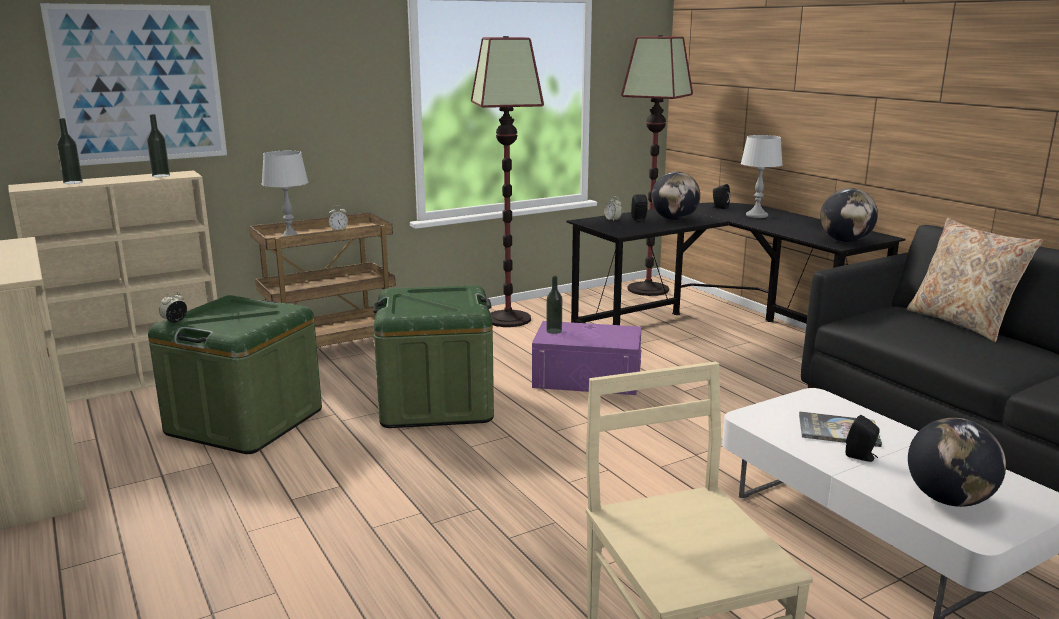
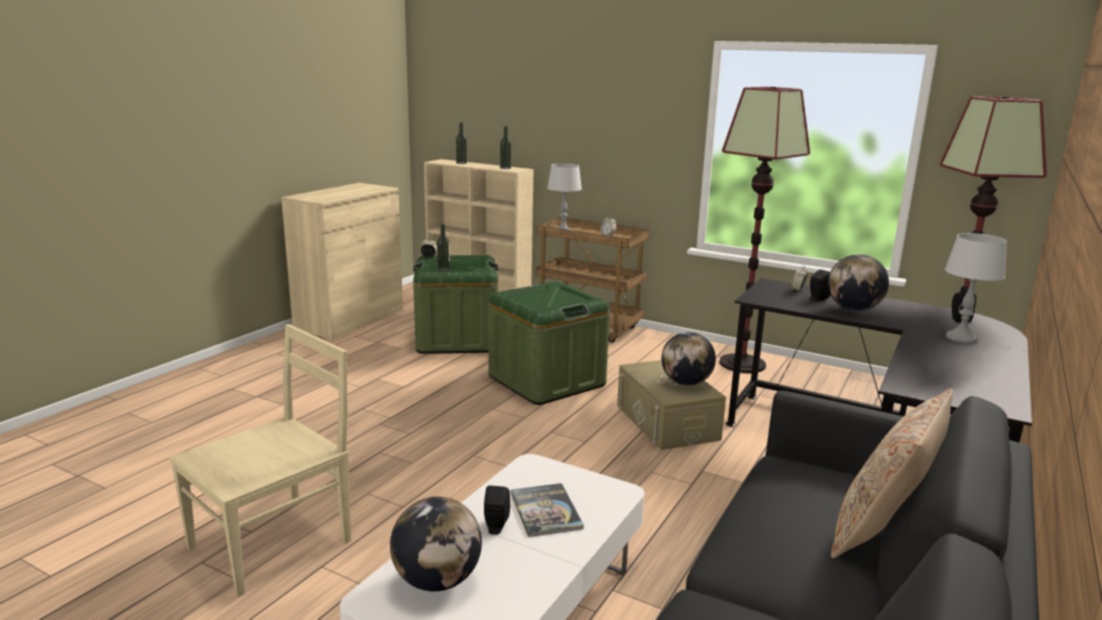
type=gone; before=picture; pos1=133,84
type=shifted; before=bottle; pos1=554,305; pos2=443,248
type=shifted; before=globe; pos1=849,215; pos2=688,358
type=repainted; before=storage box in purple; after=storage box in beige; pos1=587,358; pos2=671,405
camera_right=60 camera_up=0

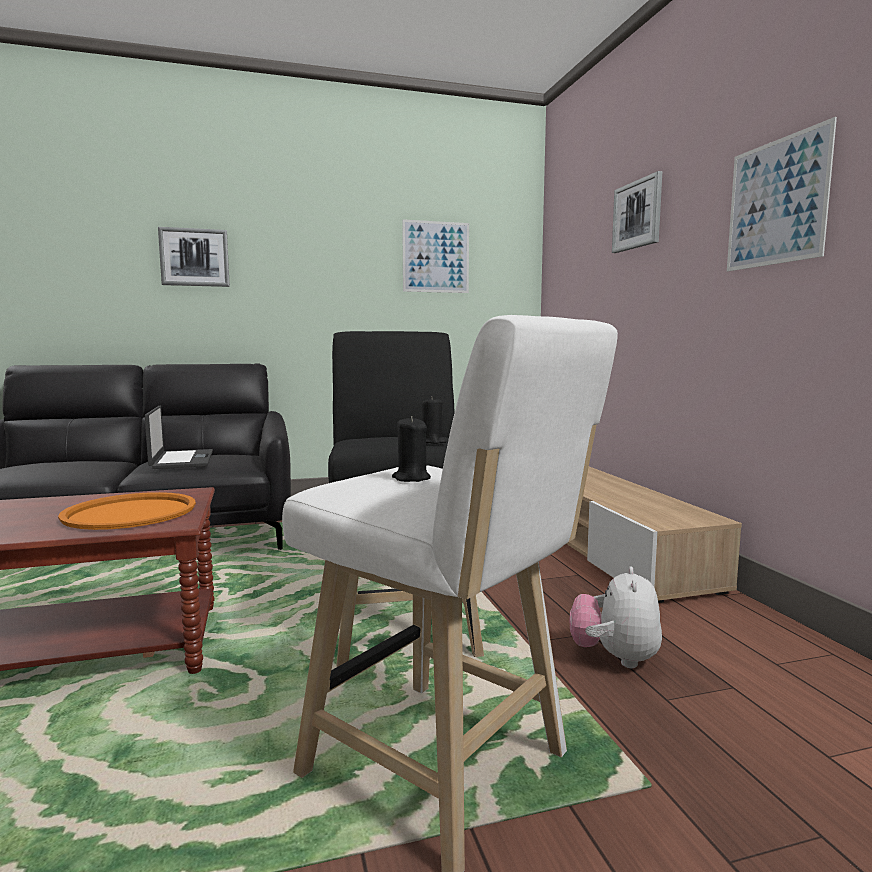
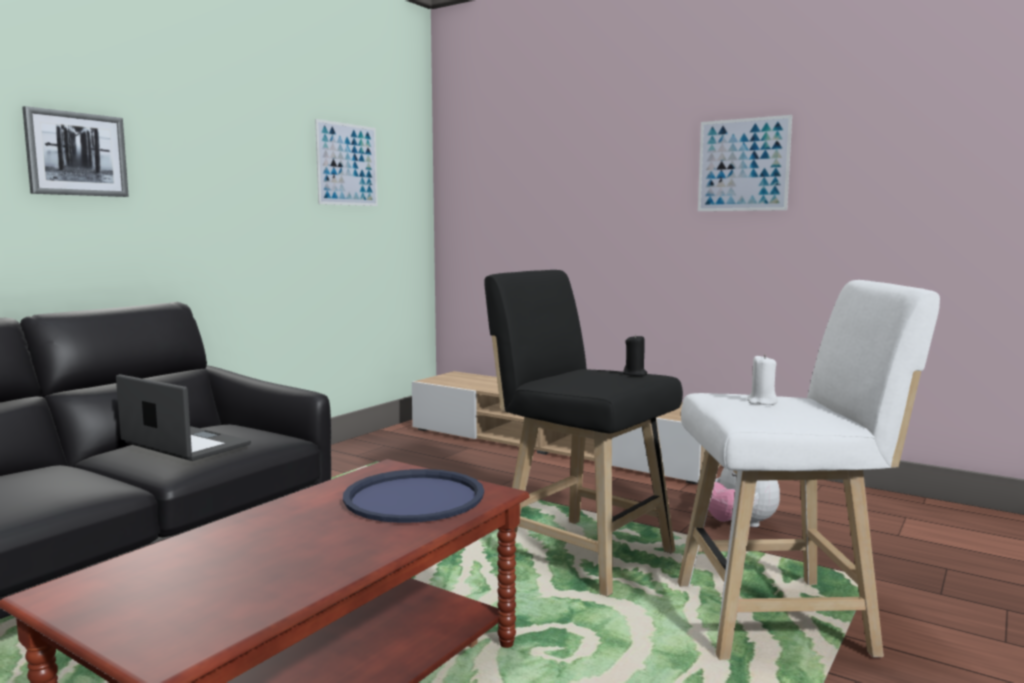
type=gone; before=picture; pos1=637,212
type=repainted; before=tray in orange; after=tray in blue; pos1=127,511; pos2=413,496
type=repainted; before=candle in black; after=candle in white; pos1=411,449; pos2=762,379
camera_right=-40 camera_up=0

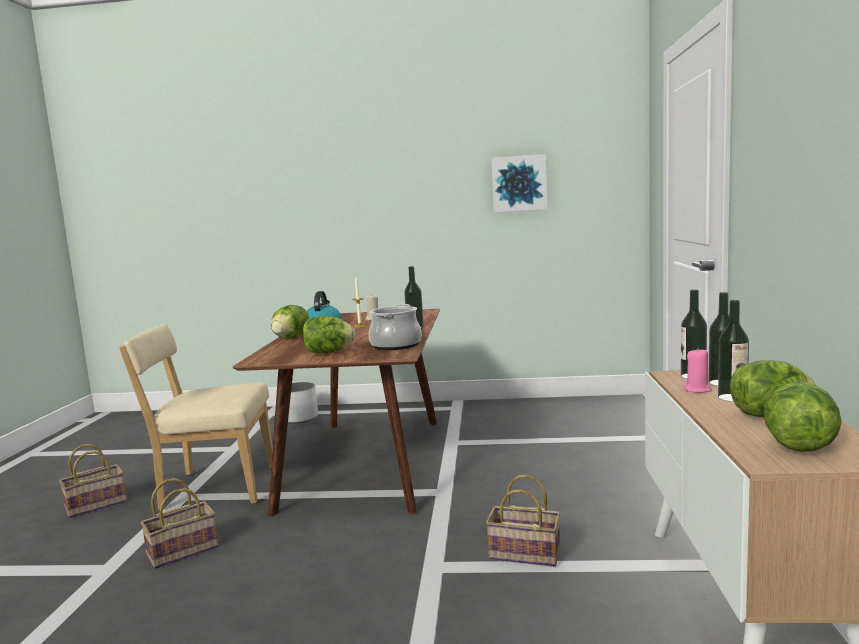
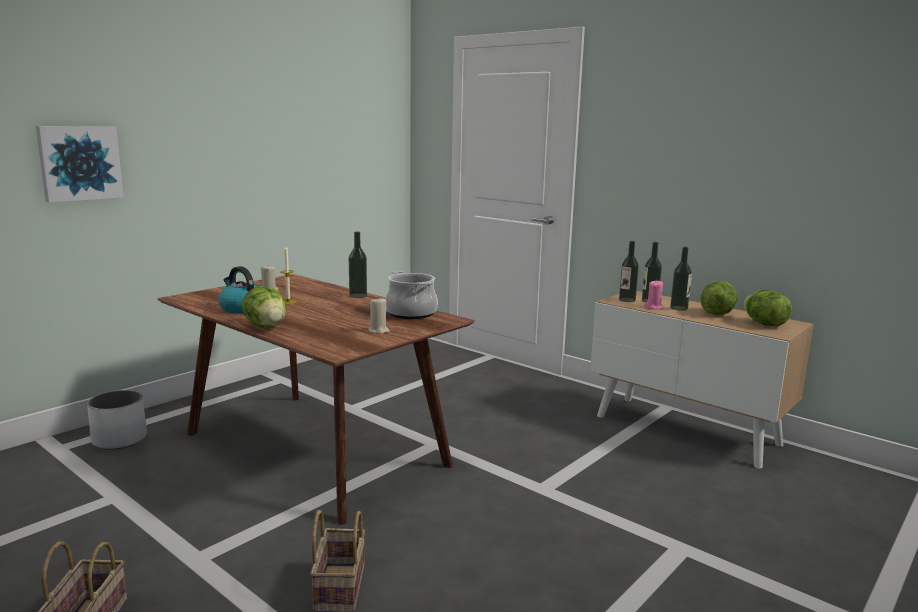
type=gone; before=chair in beige; pos1=196,417
type=gone; before=basket; pos1=523,521
type=shifted; before=picture; pos1=519,183; pos2=80,164
type=swapped; before=lettuce; after=candle in beige; pos1=329,335; pos2=379,315
camera_right=-55 camera_up=5

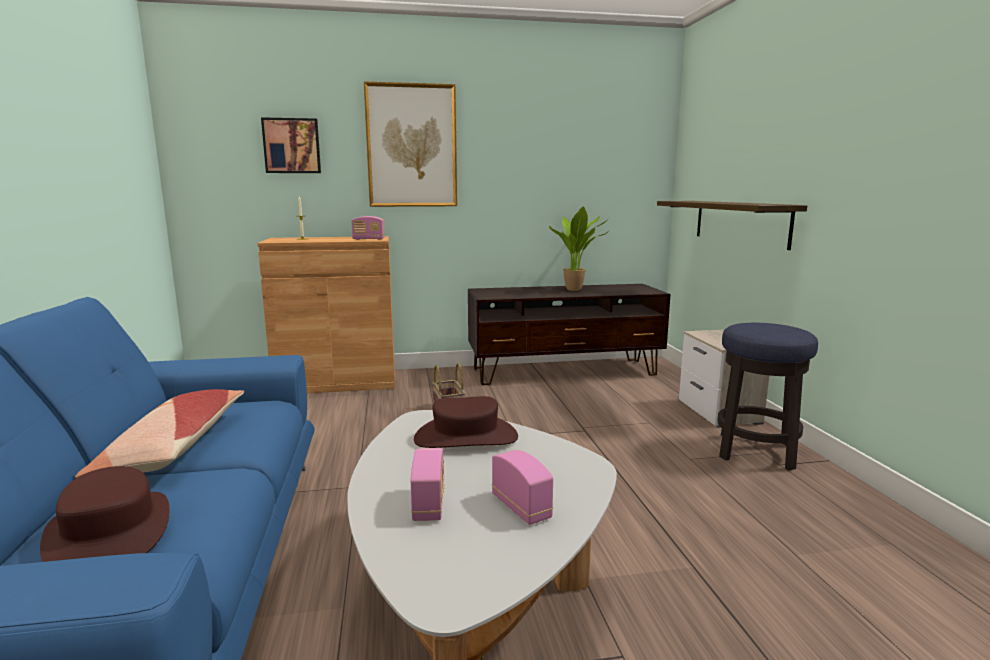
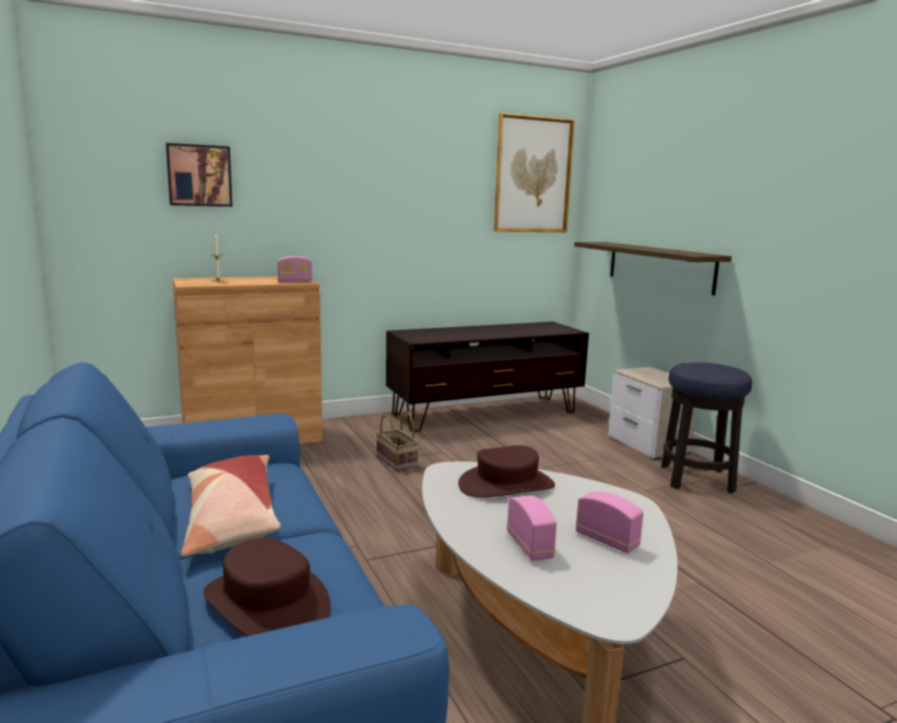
type=gone; before=potted plant; pos1=579,249
type=shifted; before=picture; pos1=410,144; pos2=534,172
camera_right=-15 camera_up=0

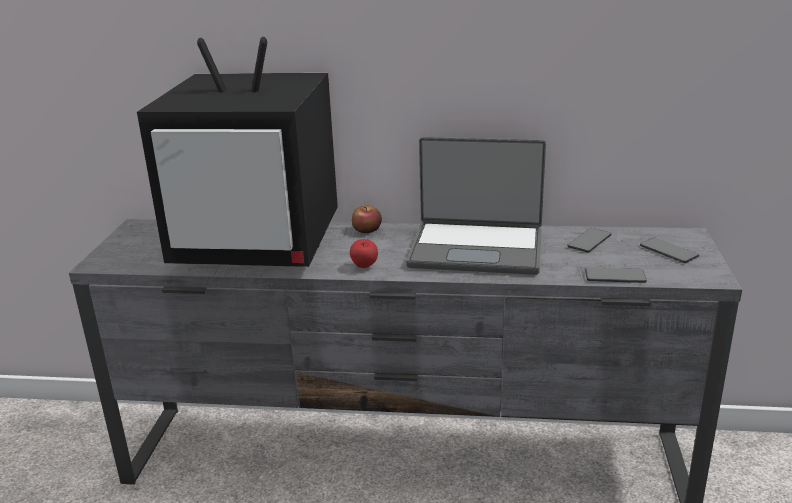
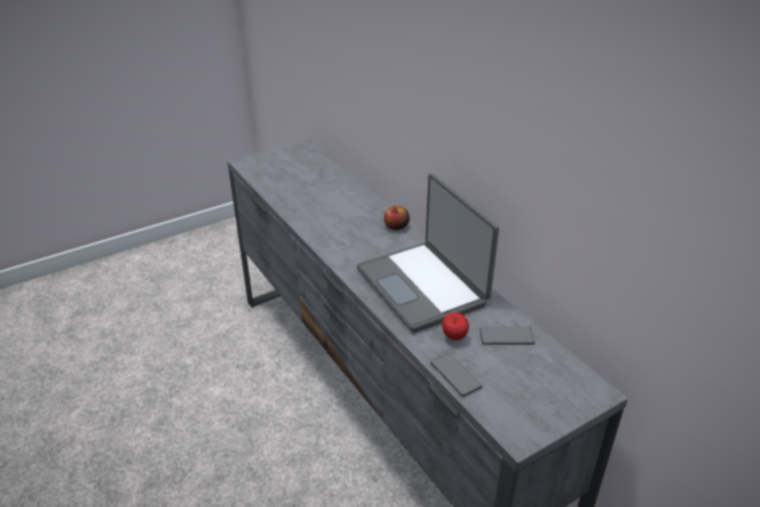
type=gone; before=television; pos1=237,152
type=gone; before=phone; pos1=669,250
type=shifted; before=apple; pos1=364,253; pos2=455,326
camera_right=50 camera_up=10

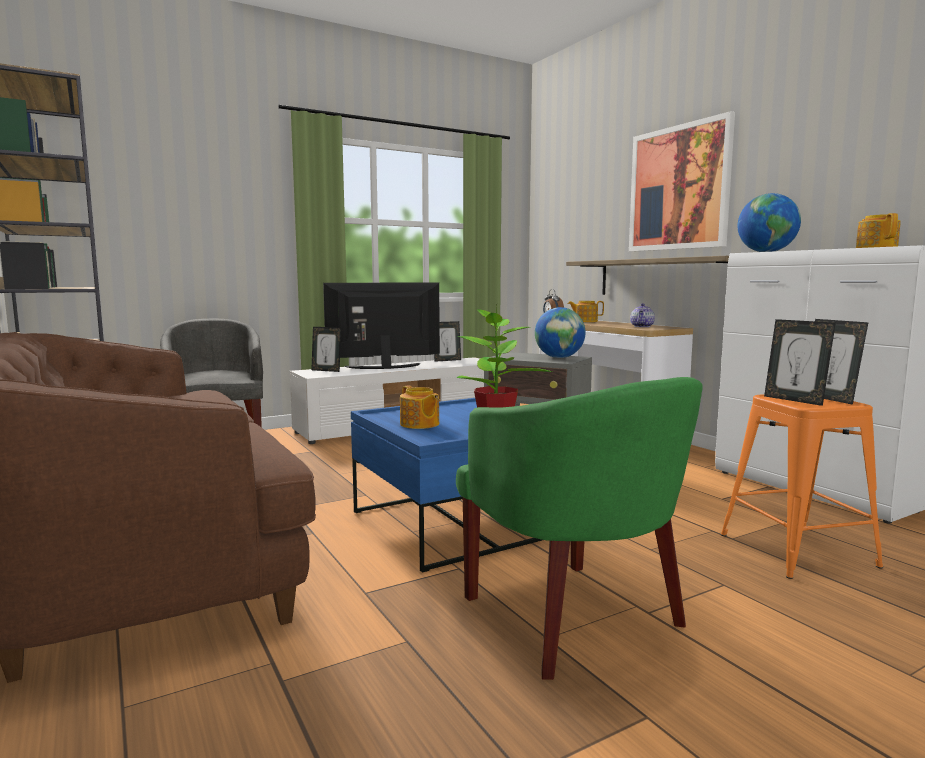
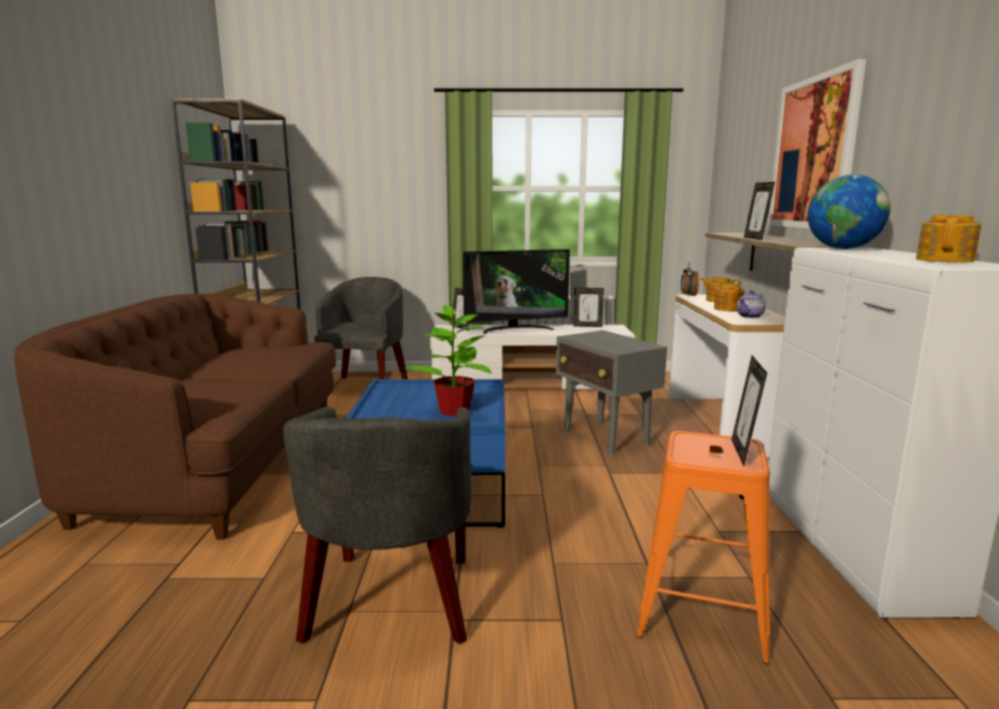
type=gone; before=globe; pos1=560,332
type=shifted; before=teapot; pos1=419,407; pos2=729,296
type=shifted; before=picture frame; pos1=800,362; pos2=759,211
type=repainted; before=armchair in green; after=armchair in grey; pos1=579,528; pos2=377,525
type=rotated; before=television; pos1=381,326; pos2=516,291; turn=150
camera_right=30 camera_up=5

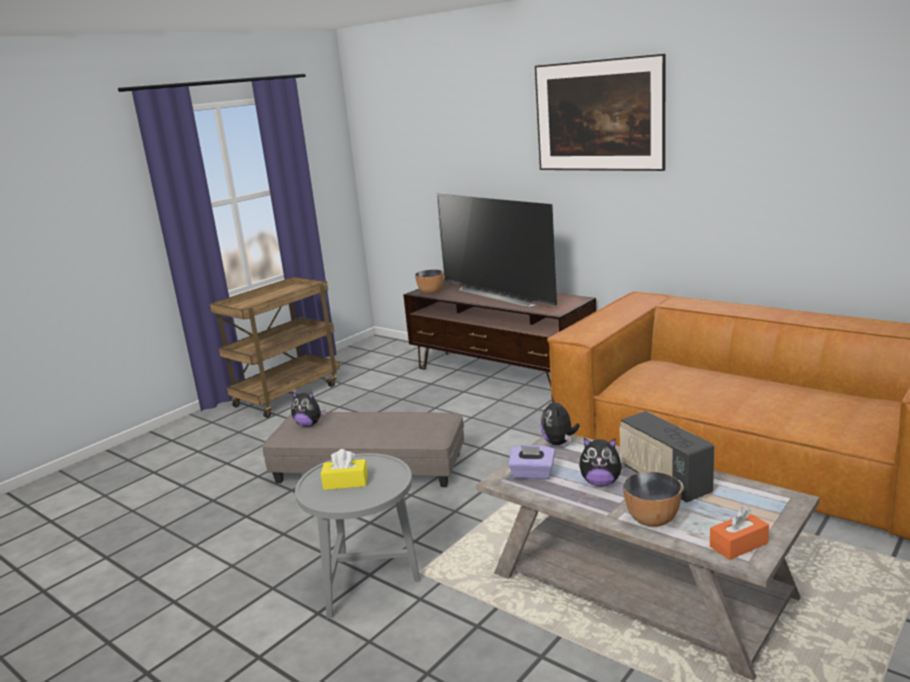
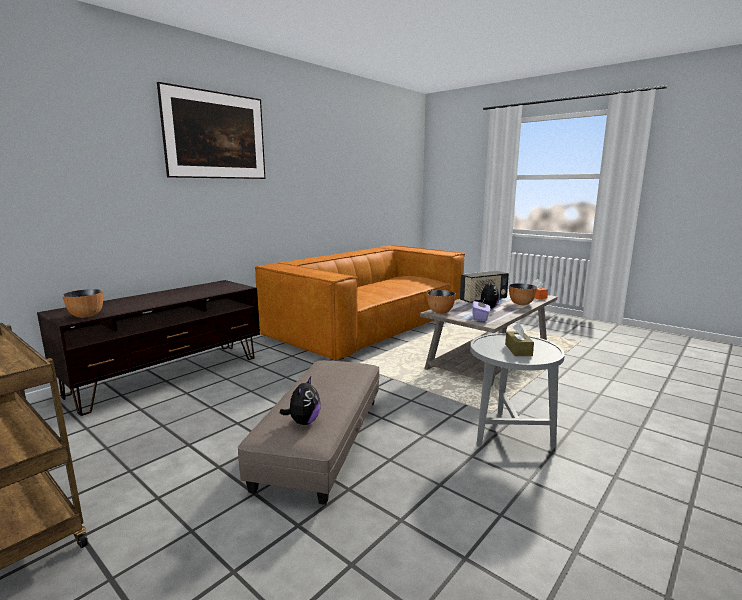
type=gone; before=television; pos1=496,250
type=swapped; before=plush toy; after=bowl; pos1=560,420; pos2=441,302
type=repainted; before=tissue box in yellow; after=tissue box in brown; pos1=344,469; pos2=519,339
camera_right=-90 camera_up=-5

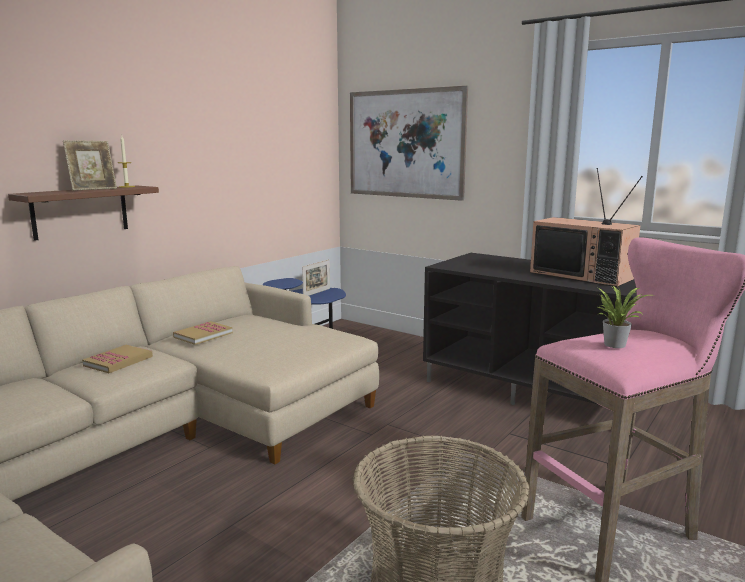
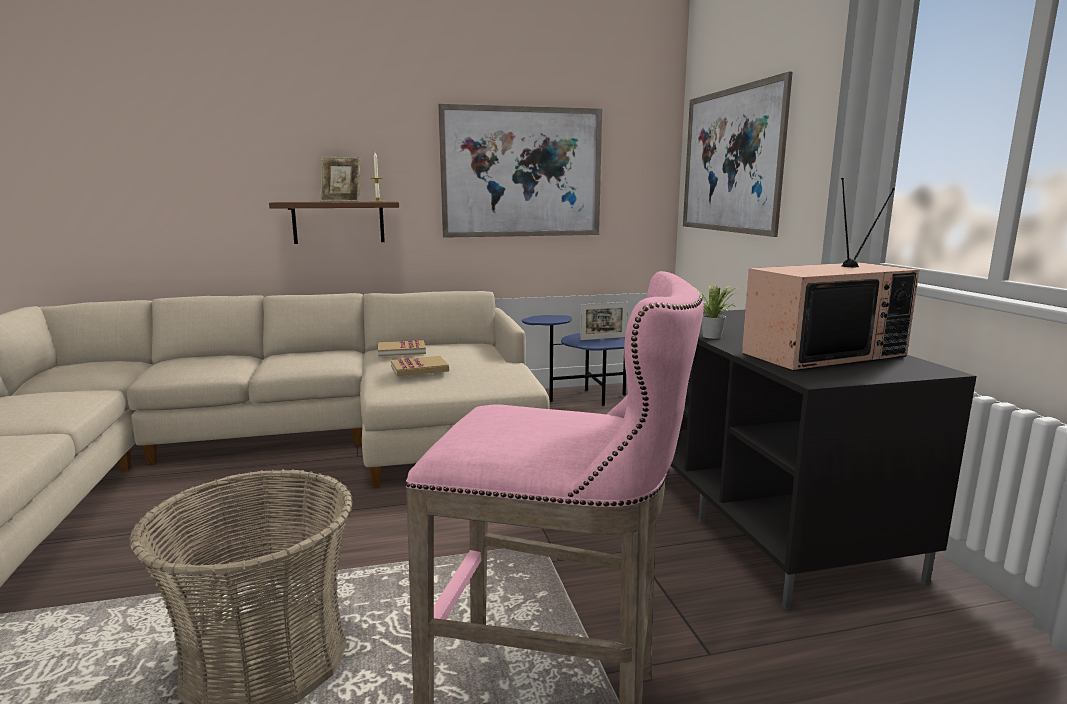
type=new; after=picture; pos2=520,171
type=shifted; before=book; pos1=117,359; pos2=420,366
type=shifted; before=potted plant; pos1=623,316; pos2=717,310
type=rotated; before=television; pos1=586,227; pos2=830,274; turn=-105
camera_right=40 camera_up=0

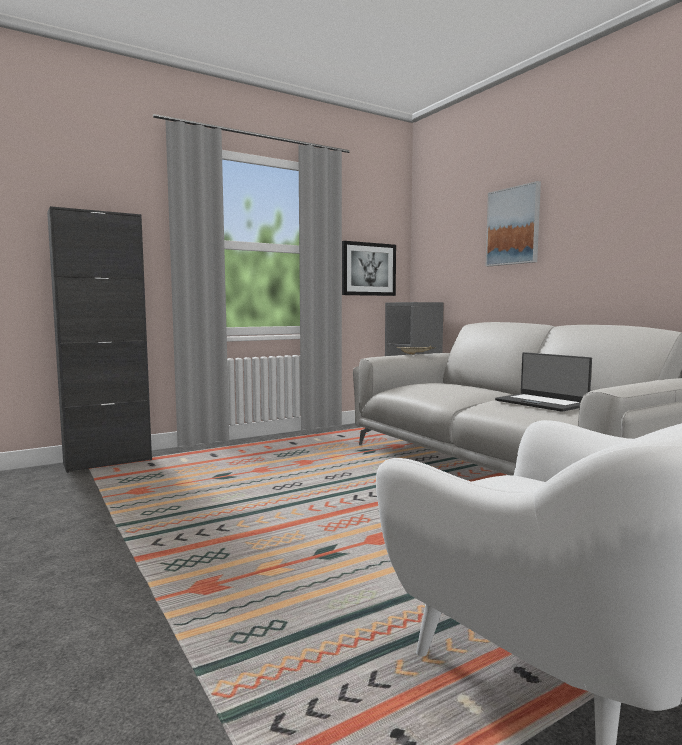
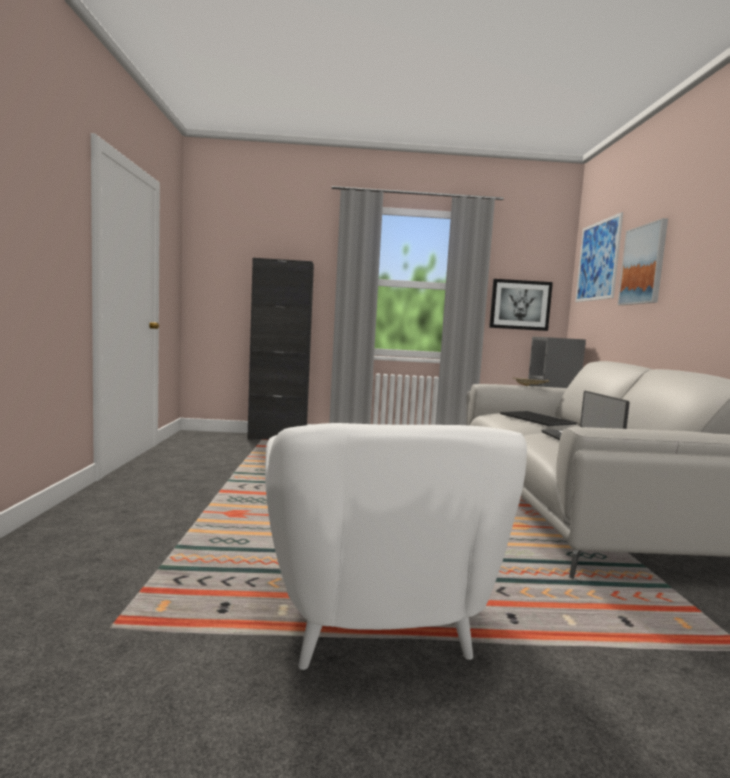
type=new; after=tray; pos2=538,418
type=new; after=picture; pos2=599,257
camera_right=30 camera_up=0

